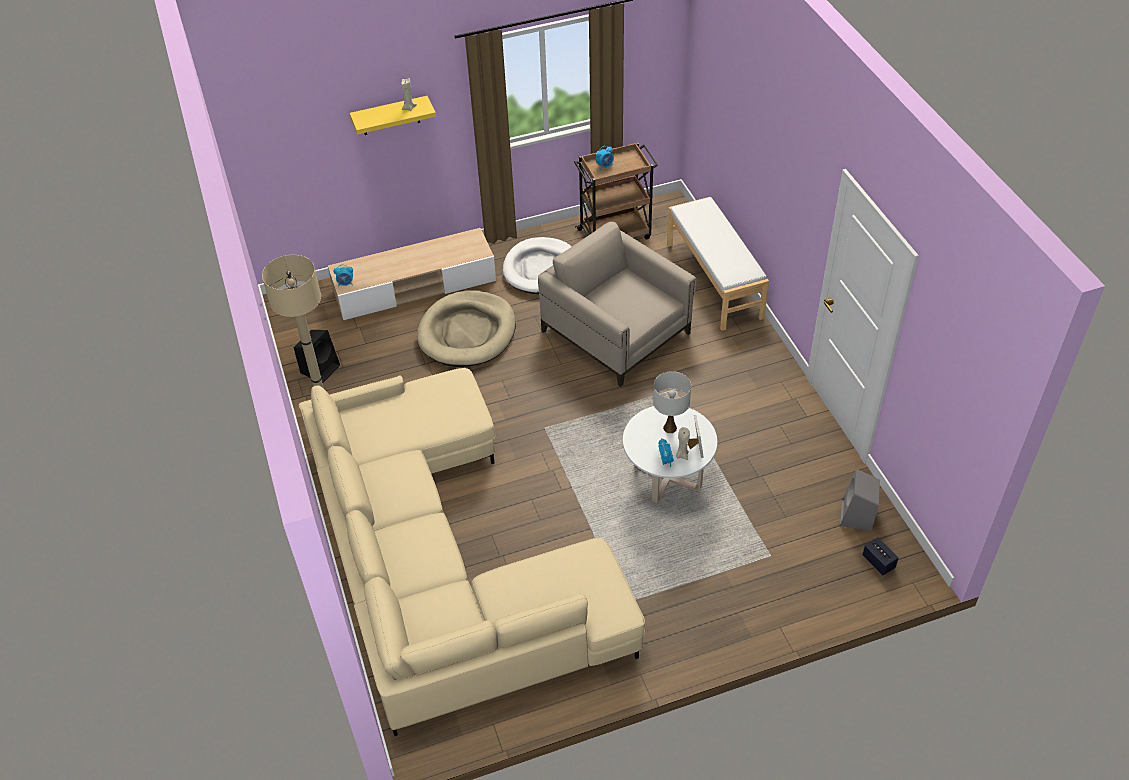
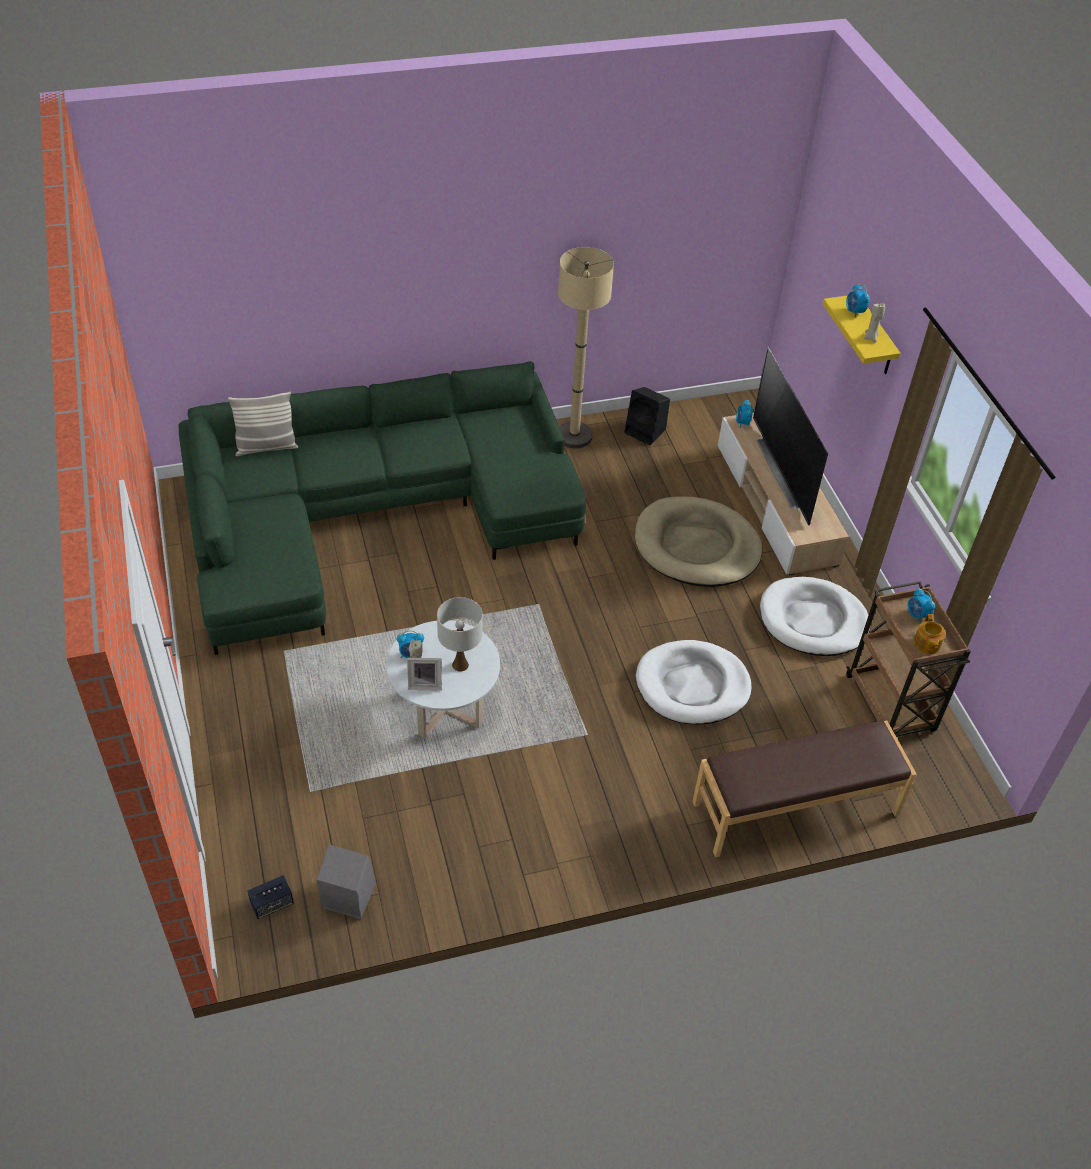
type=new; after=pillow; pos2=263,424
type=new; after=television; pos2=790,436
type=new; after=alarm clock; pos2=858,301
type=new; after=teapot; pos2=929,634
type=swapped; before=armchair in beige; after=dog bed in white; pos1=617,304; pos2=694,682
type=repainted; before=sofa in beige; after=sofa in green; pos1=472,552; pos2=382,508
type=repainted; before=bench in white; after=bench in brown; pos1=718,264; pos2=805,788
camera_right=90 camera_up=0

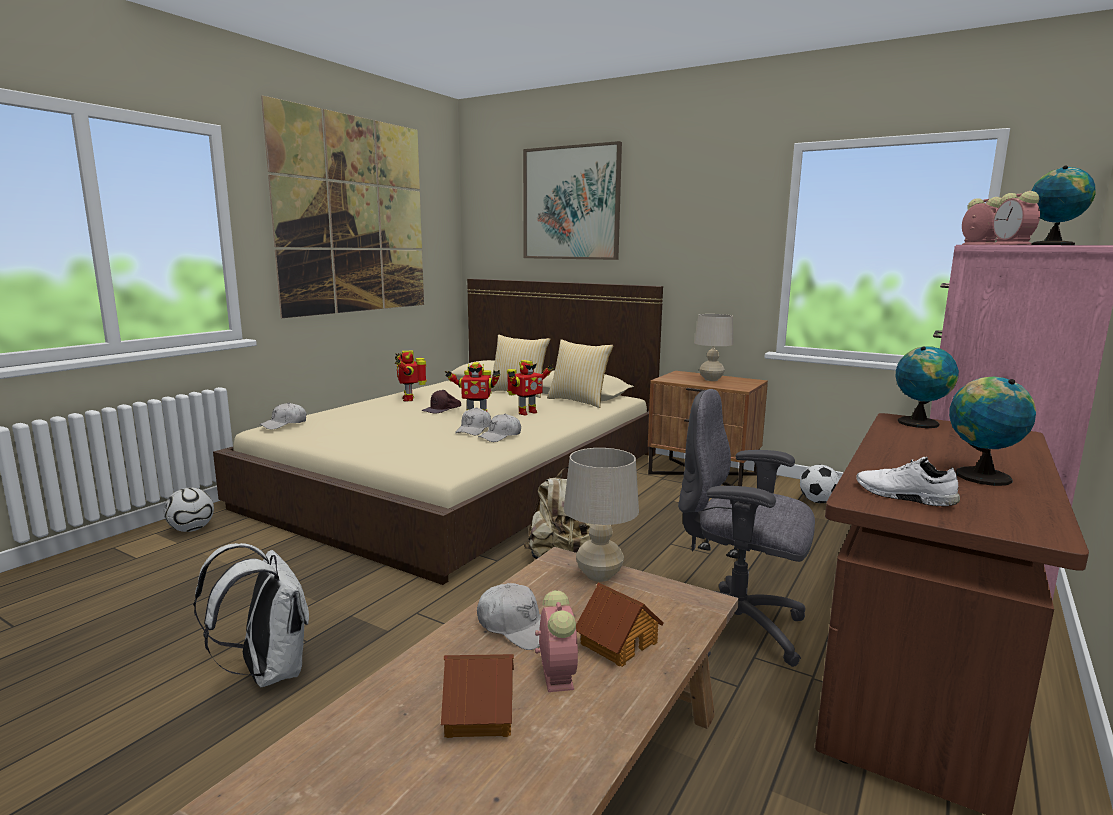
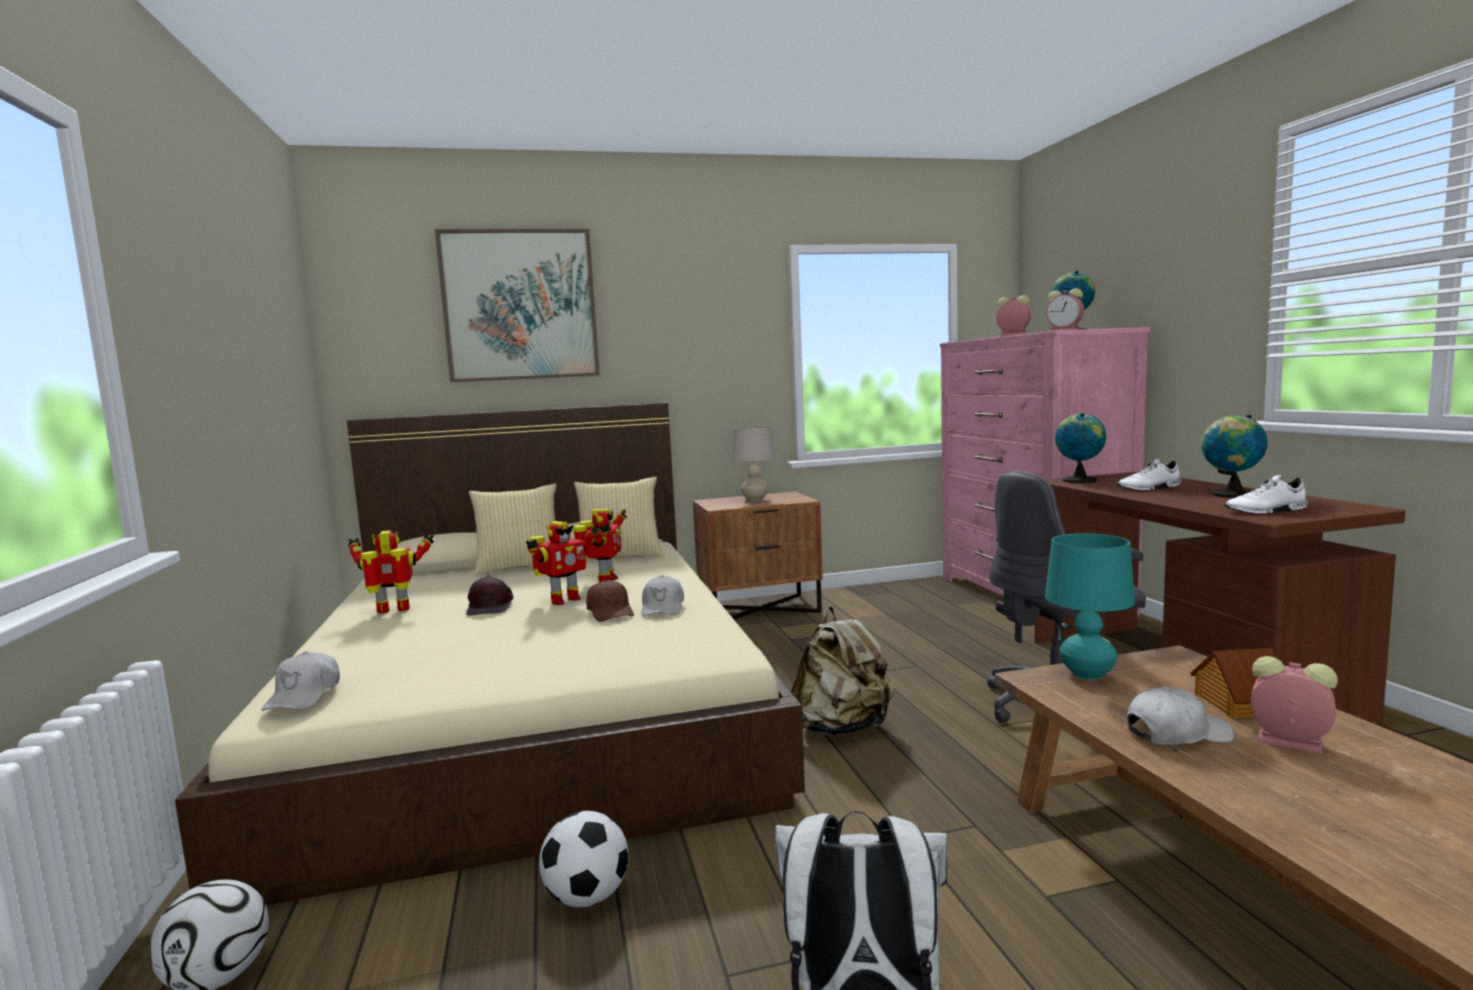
type=gone; before=picture; pos1=342,207
type=gone; before=toy house; pos1=477,696
type=new; after=shoe in white; pos2=1149,475
type=shifted; before=football; pos1=820,484; pos2=583,859
type=repainted; before=cap in white; after=cap in brown; pos1=473,422; pos2=610,601
type=repainted; before=table lamp in beige; after=table lamp in turquoise; pos1=601,515; pos2=1090,606
type=rotated; before=toy robot; pos1=410,375; pos2=391,572; turn=135
camera_right=-45 camera_up=-5

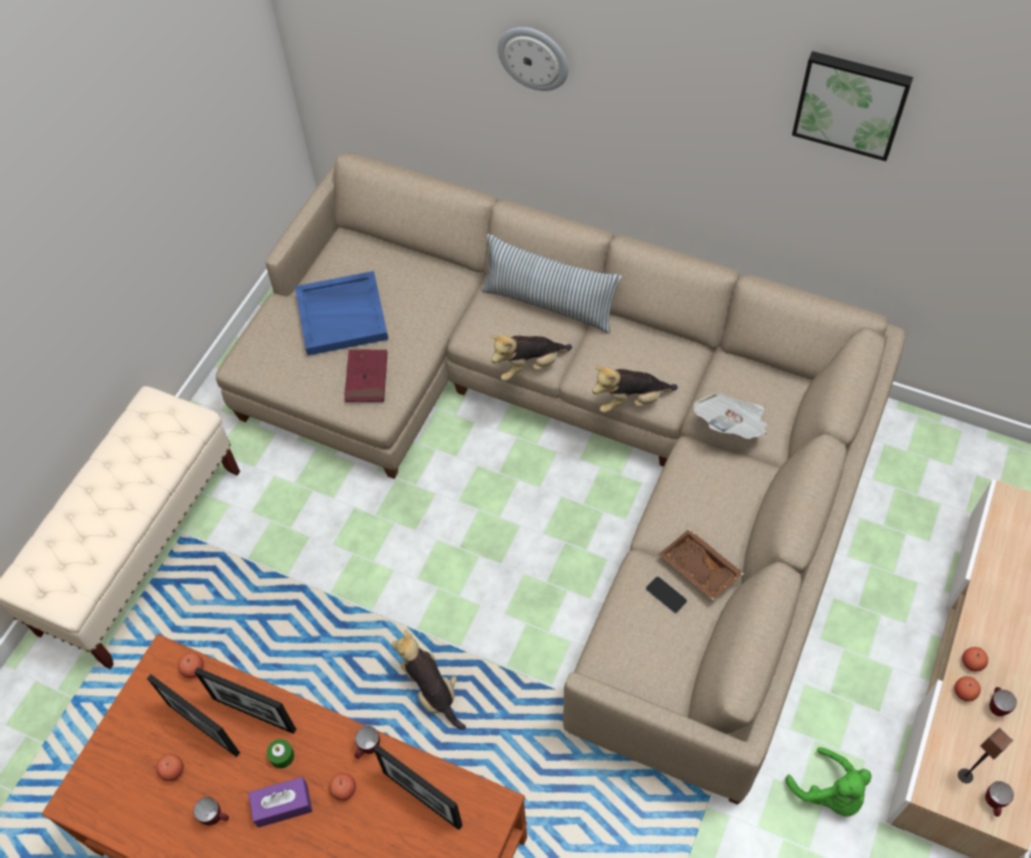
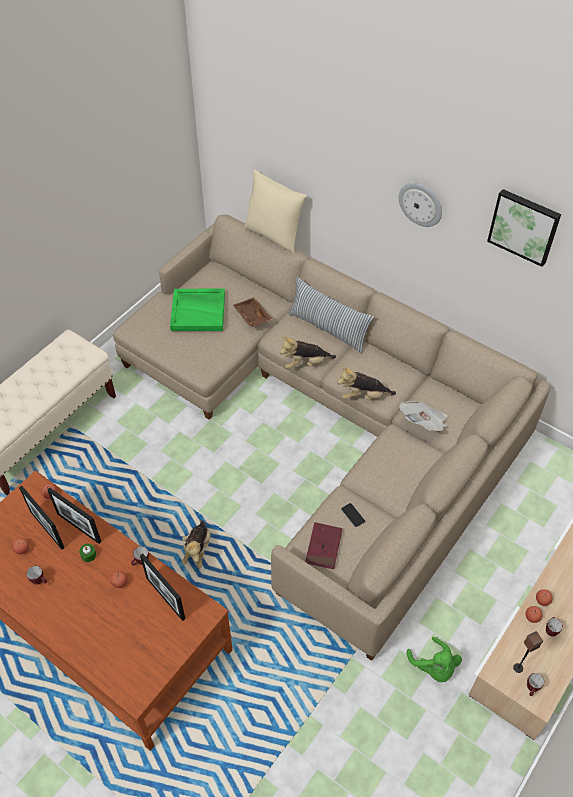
type=gone; before=tissue box in purple; pos1=280,802
type=new; after=pillow in beige; pos2=275,212
type=shifted; before=book in red; pos1=366,375; pos2=324,545
type=shifted; before=wall clock; pos1=533,59; pos2=420,205
type=shifted; before=tray in brown; pos1=701,564; pos2=253,312
type=repainted; before=tray in blue; after=tray in green; pos1=342,313; pos2=197,310
type=rotated; before=plush toy; pos1=428,680; pos2=196,544; turn=-150
camera_right=10 camera_up=-5

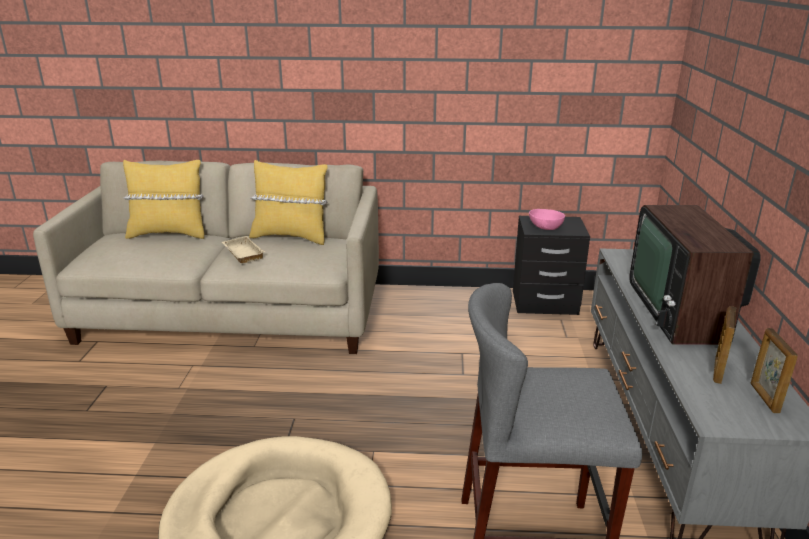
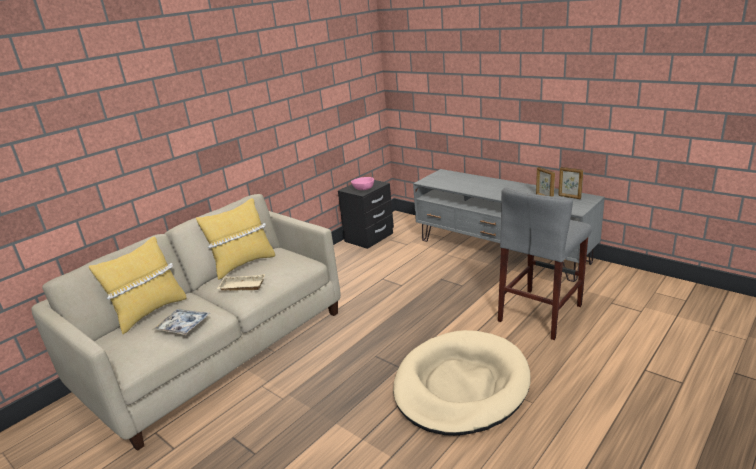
type=gone; before=television; pos1=695,275
type=new; after=tray; pos2=181,322
camera_right=-50 camera_up=0

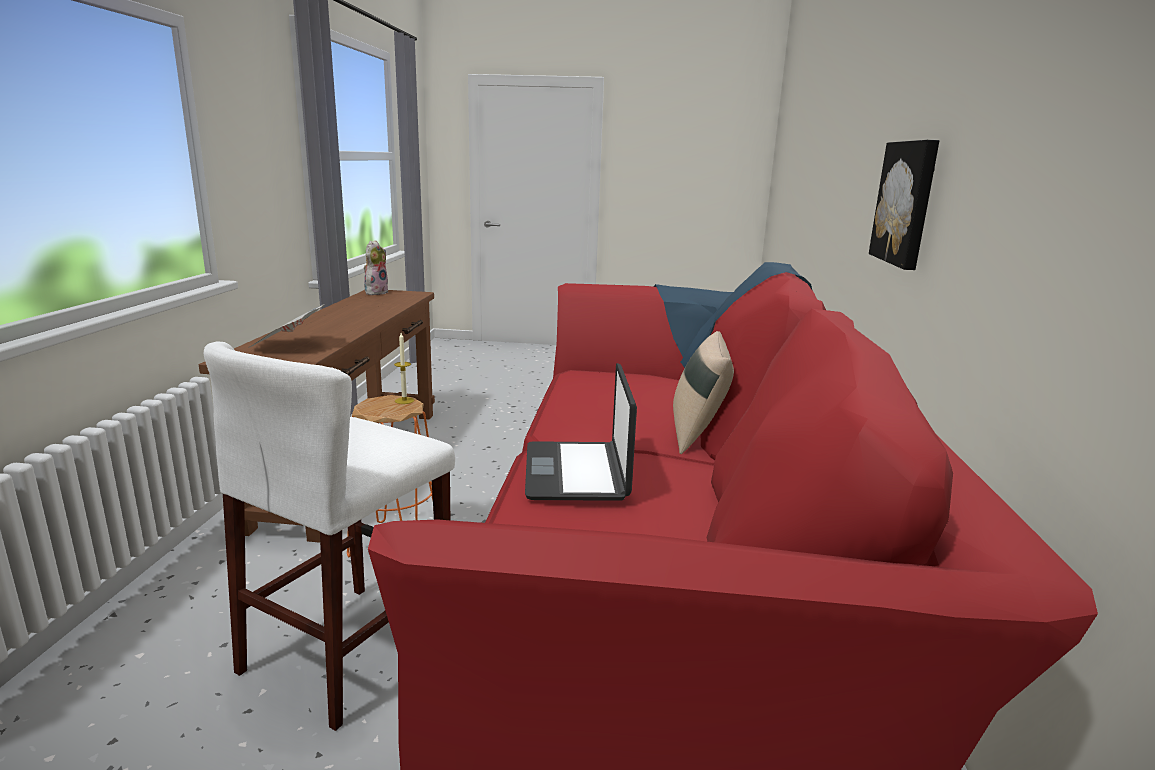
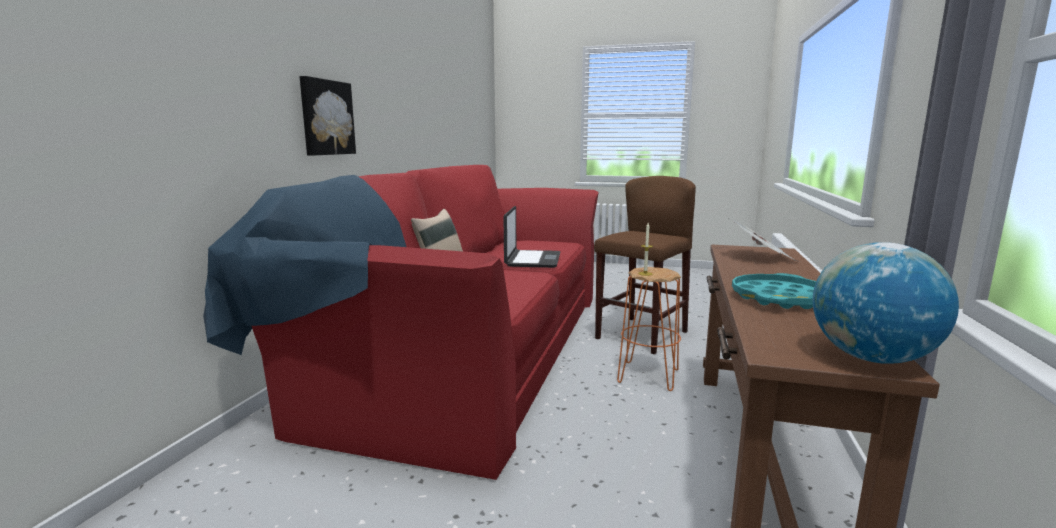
type=new; after=tray in turquoise; pos2=774,291
type=swapped; before=plush toy; after=globe; pos1=376,267; pos2=886,303
type=repainted; before=stool in white; after=stool in brown; pos1=329,536; pos2=645,265
camera_right=-170 camera_up=-5

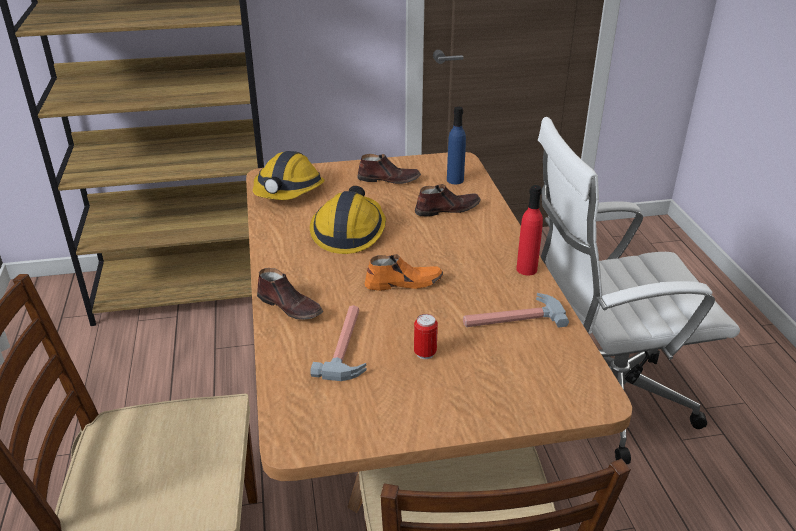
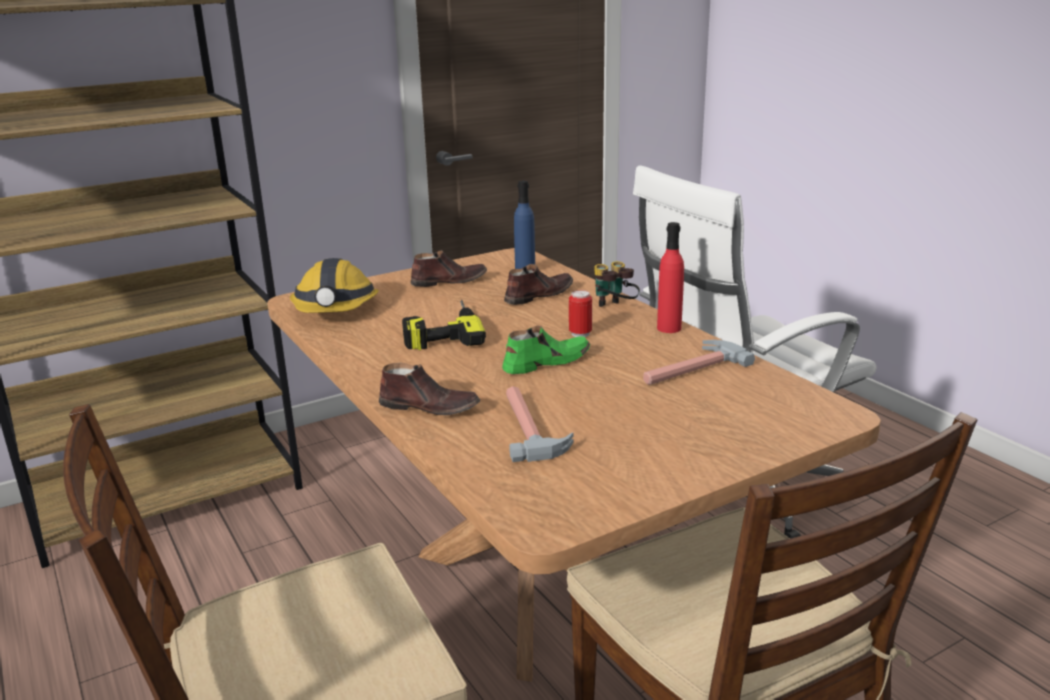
type=new; after=binoculars; pos2=617,284
type=shifted; before=can; pos1=426,336; pos2=580,313
type=swapped; before=hard hat; after=power drill; pos1=348,220; pos2=444,325
type=repainted; before=shoe in orange; after=shoe in green; pos1=404,272; pos2=546,350
camera_right=-20 camera_up=-10

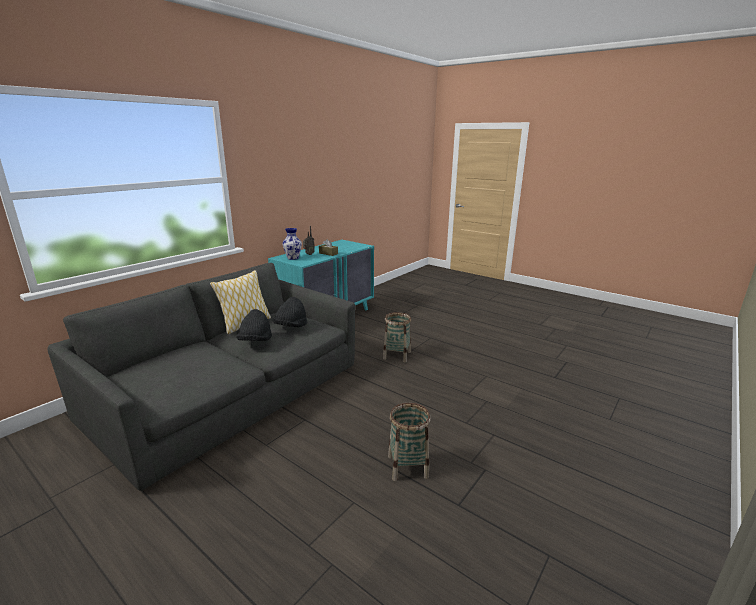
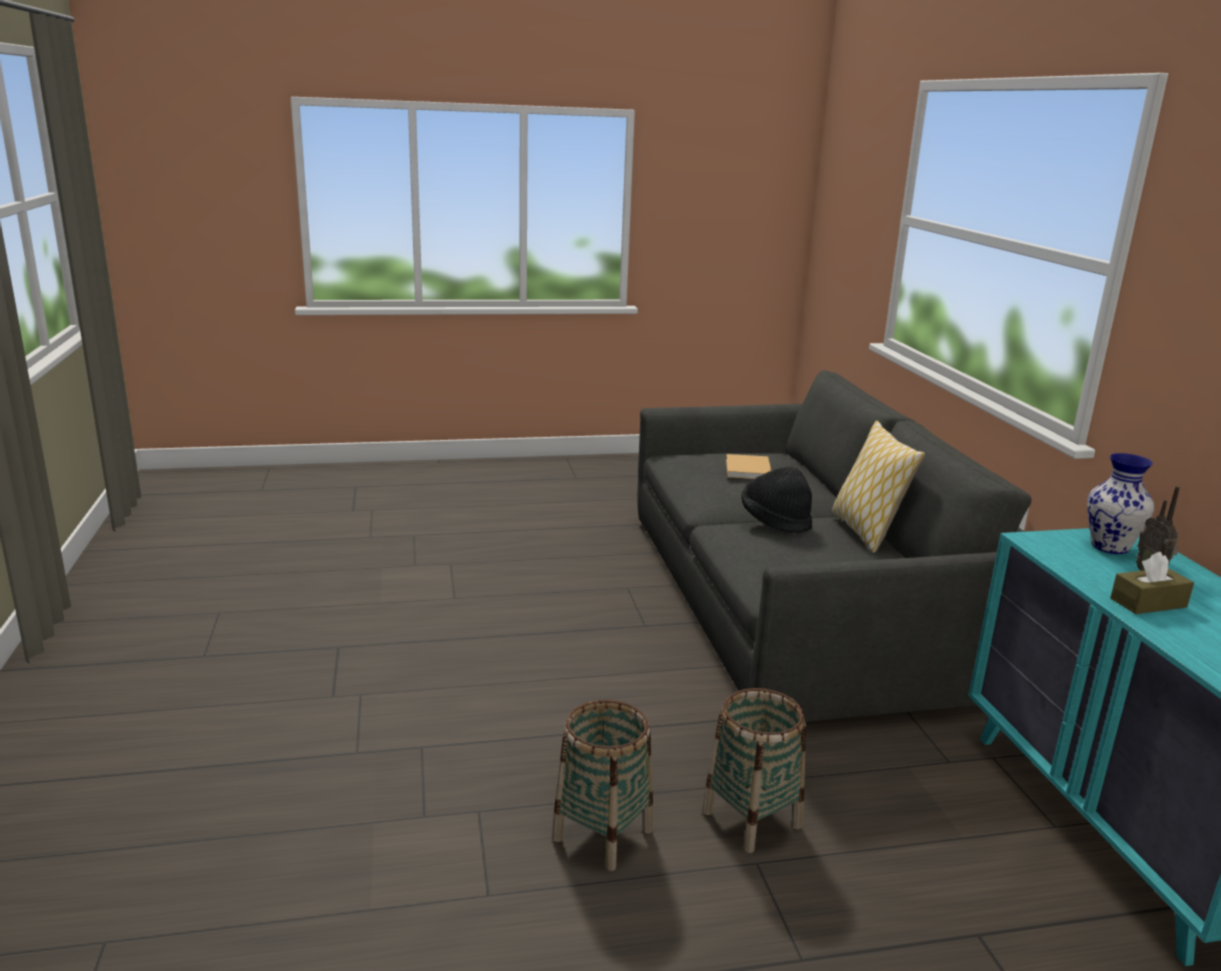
type=gone; before=hat in black; pos1=289,312
type=new; after=book in beige; pos2=748,466
type=shifted; before=basket; pos1=409,442; pos2=602,785
camera_right=130 camera_up=0

